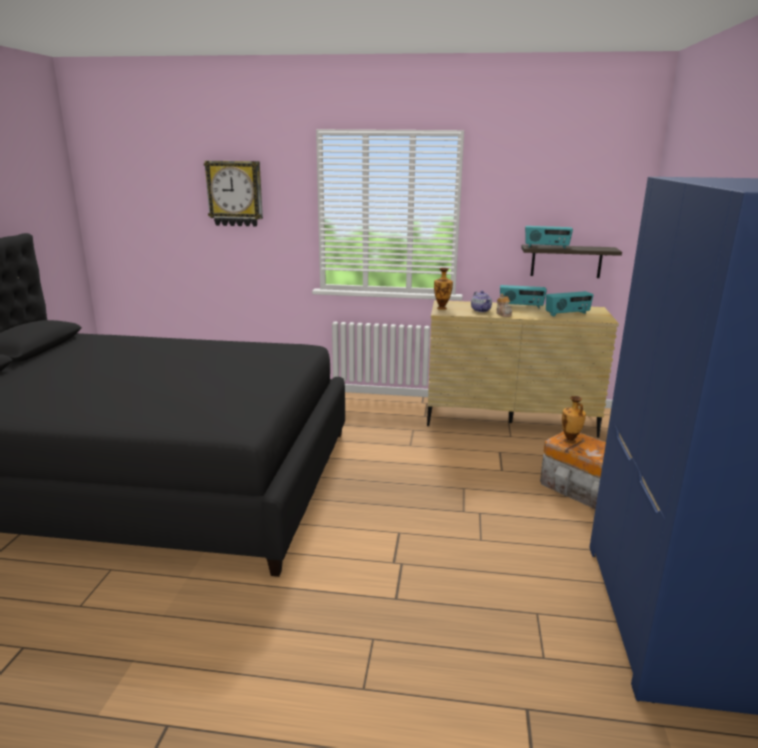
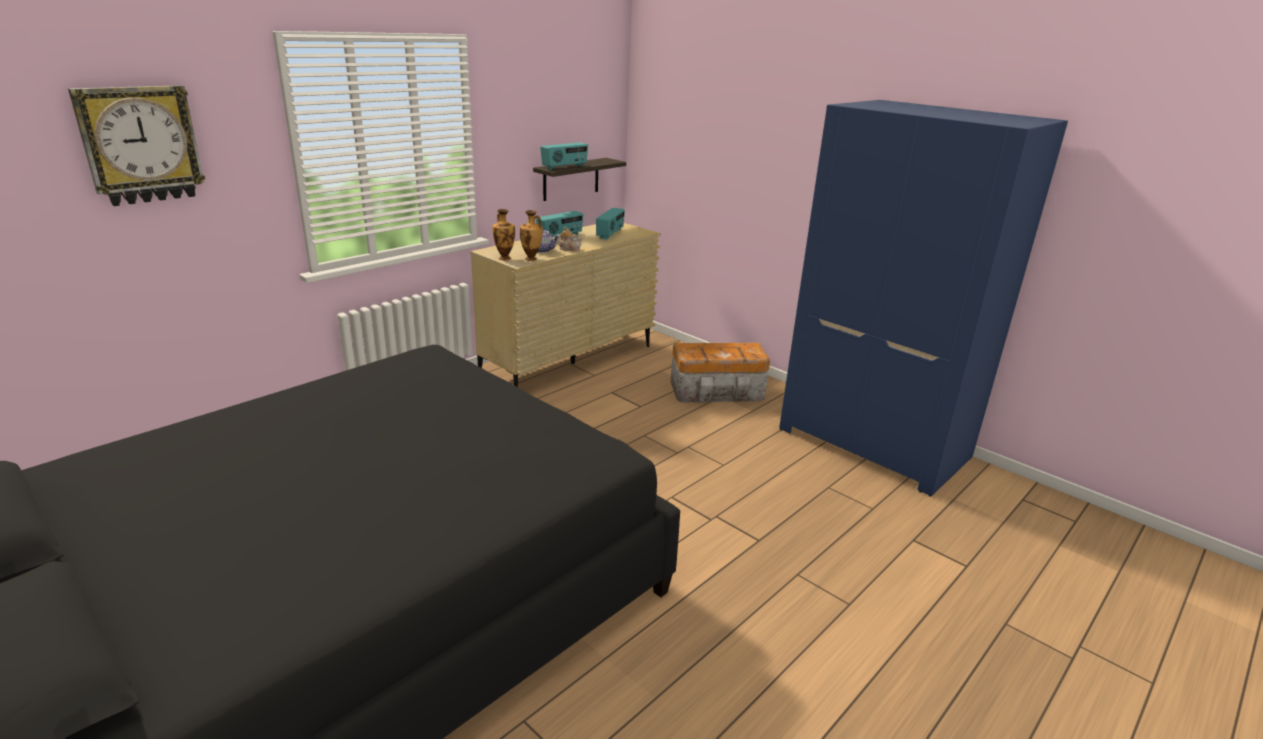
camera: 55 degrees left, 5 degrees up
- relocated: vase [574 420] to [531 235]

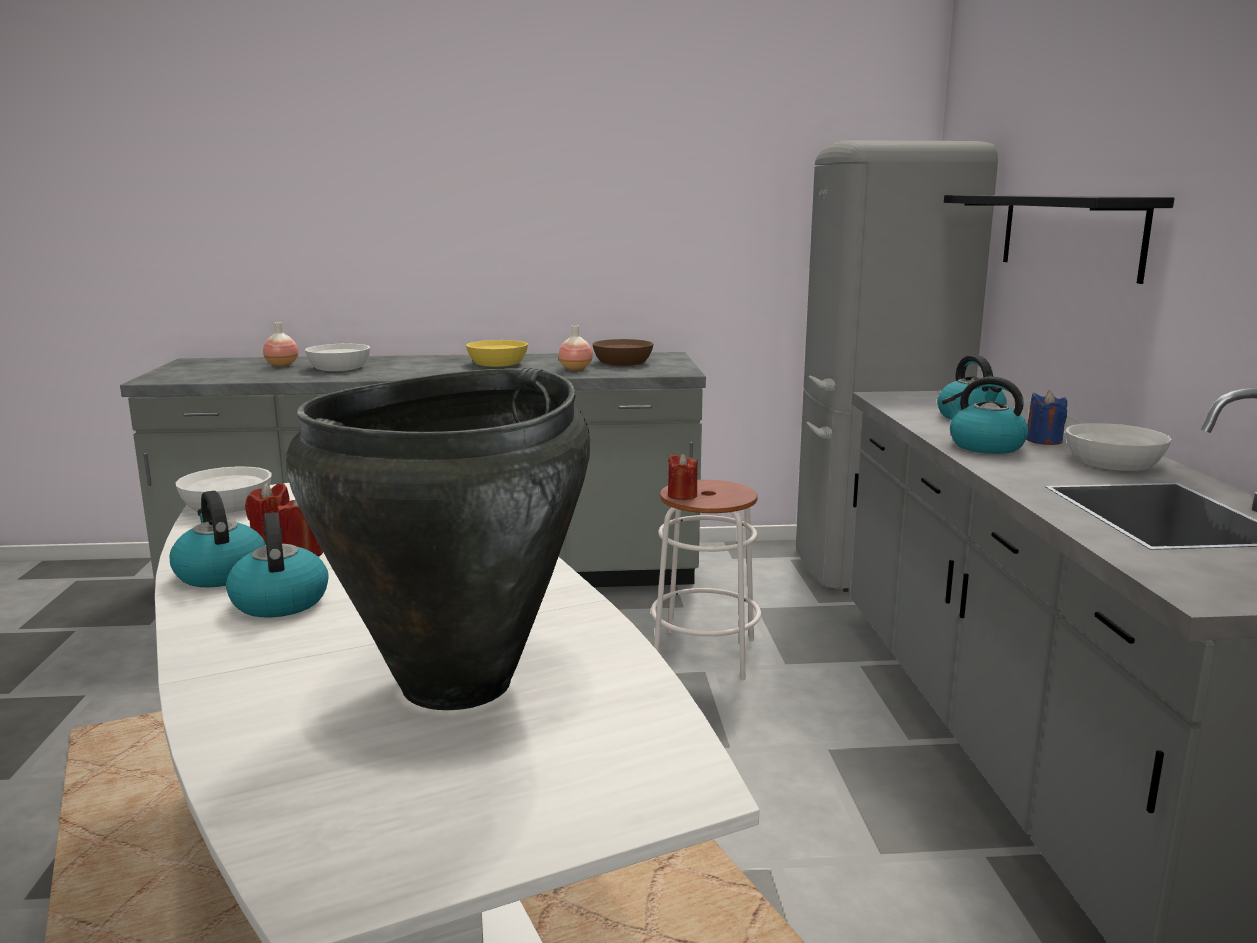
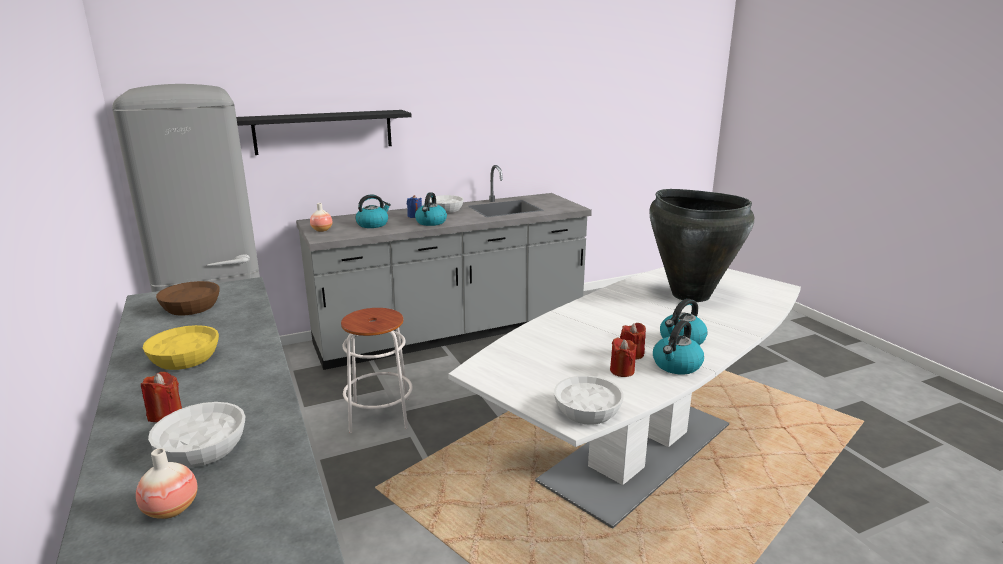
camera: 110 degrees left, 5 degrees up
- relocated: vase [575 348] to [321 217]
- relocated: candle (red) [683 477] to [161 397]

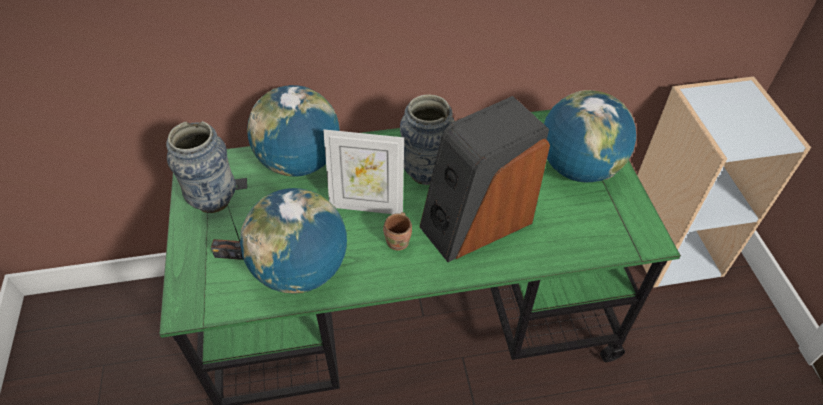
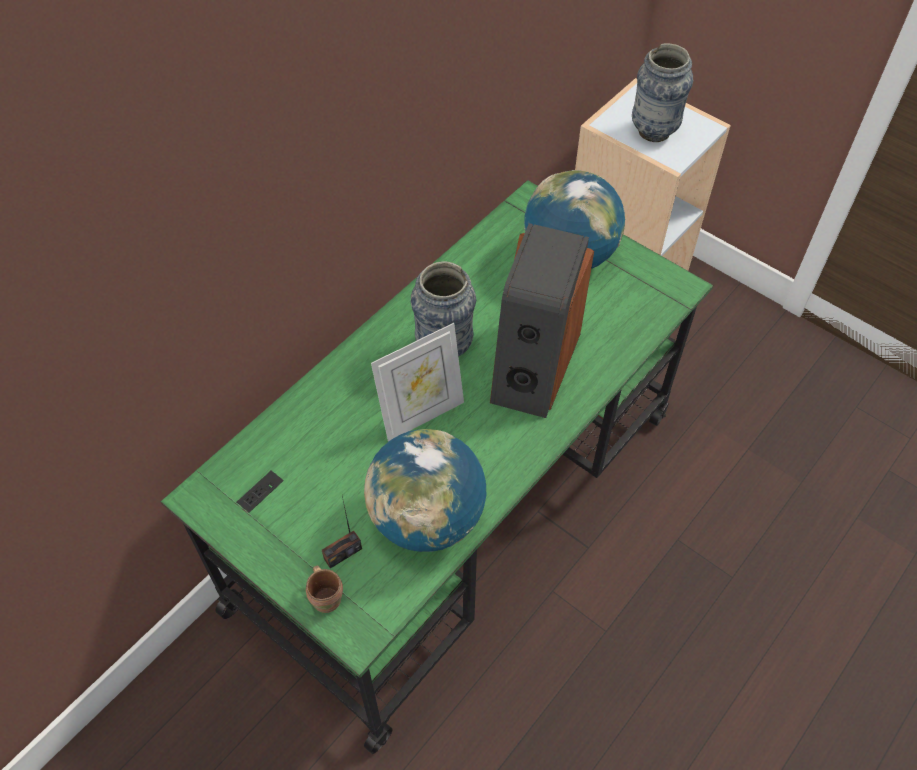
camera: 40 degrees left, 5 degrees up
- relocated: vase [201 167] to [662 92]
- missing: globe [293 131]
- relocated: mug (brown) [397 231] to [324 589]

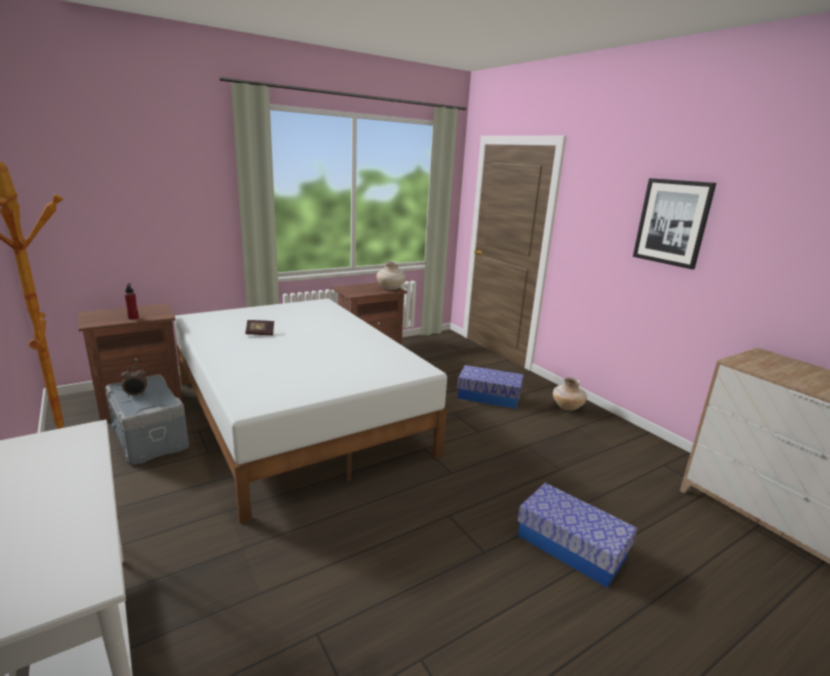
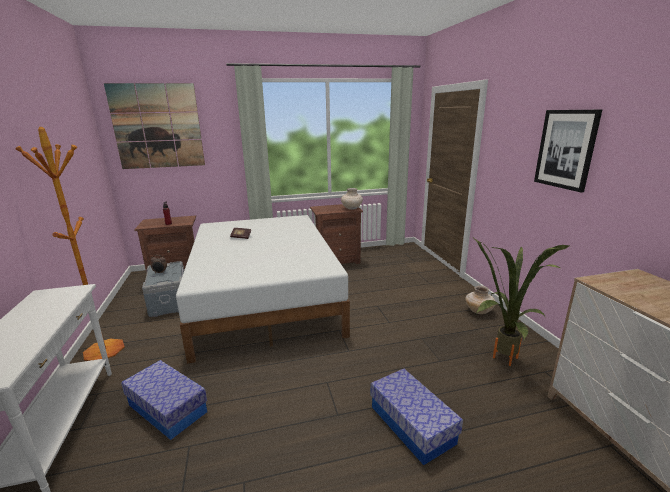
camera: 20 degrees right, 0 degrees up
- relocated: storage box [490 387] to [164 400]
- appeared: picture [154 126]
- appeared: potted plant [521 302]

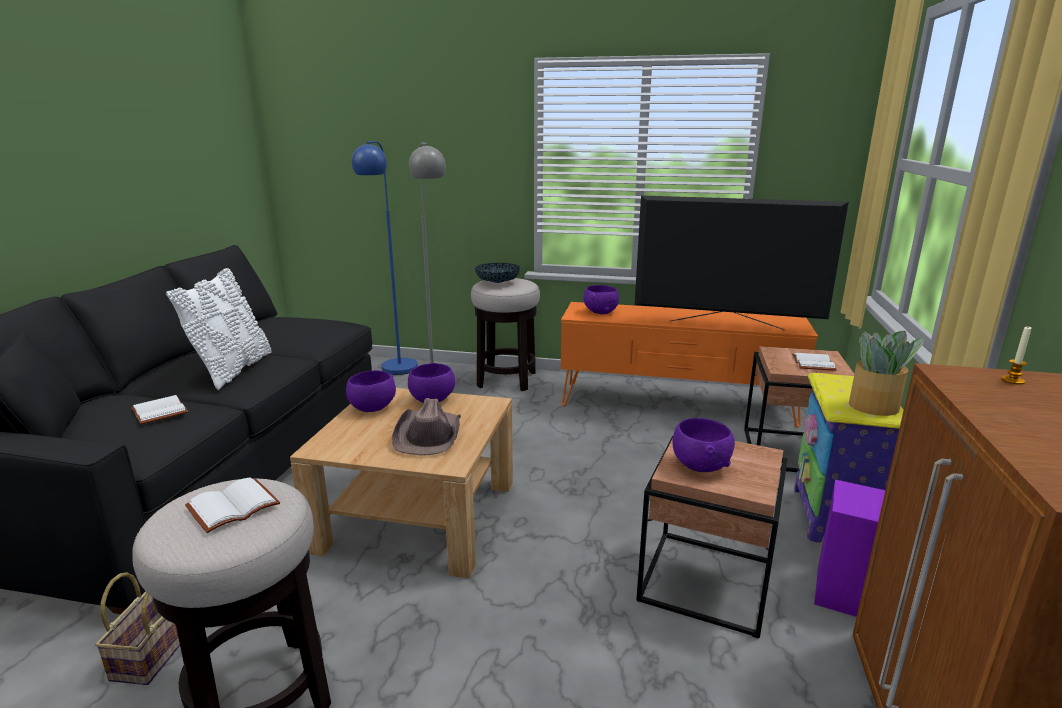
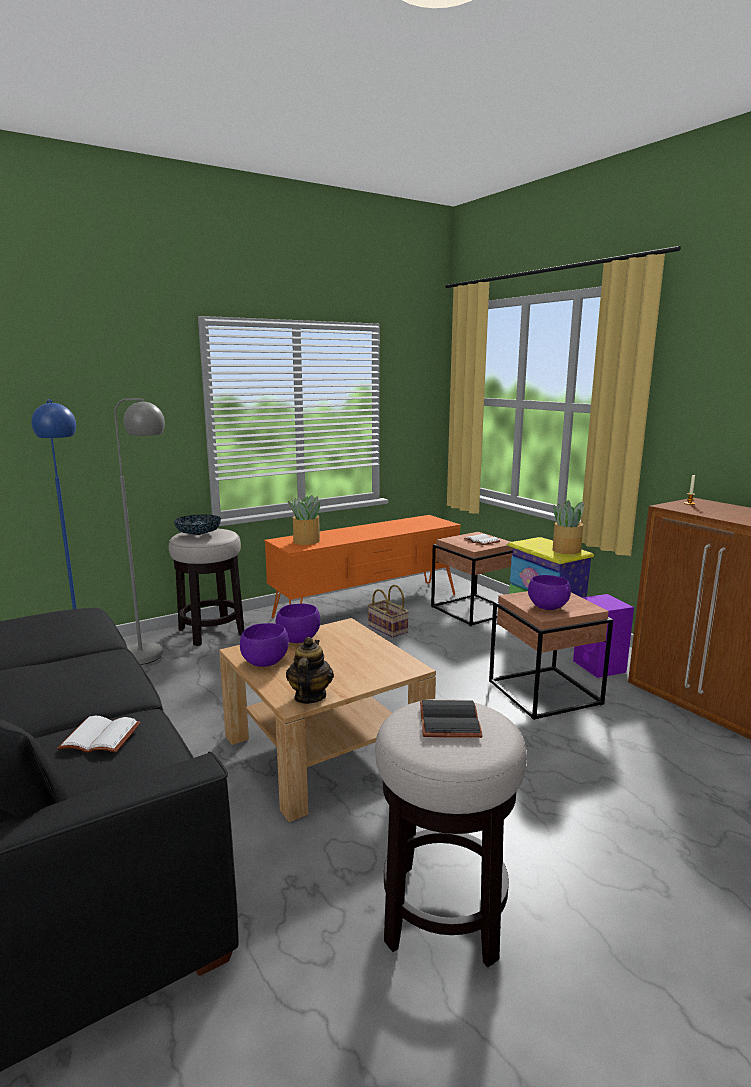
camera: 45 degrees left, 5 degrees down
- relocated: basket [137 628] to [388 611]
- missing: pillow (white) [219 329]
- colour: book (white) [232 505] to book (black) [451 719]
- missing: hat (brown) [426 426]
- exchanged: bowl (purple) [601 299] to potted plant [304 520]
- missing: television [742 263]
- appeared: teapot [310 670]

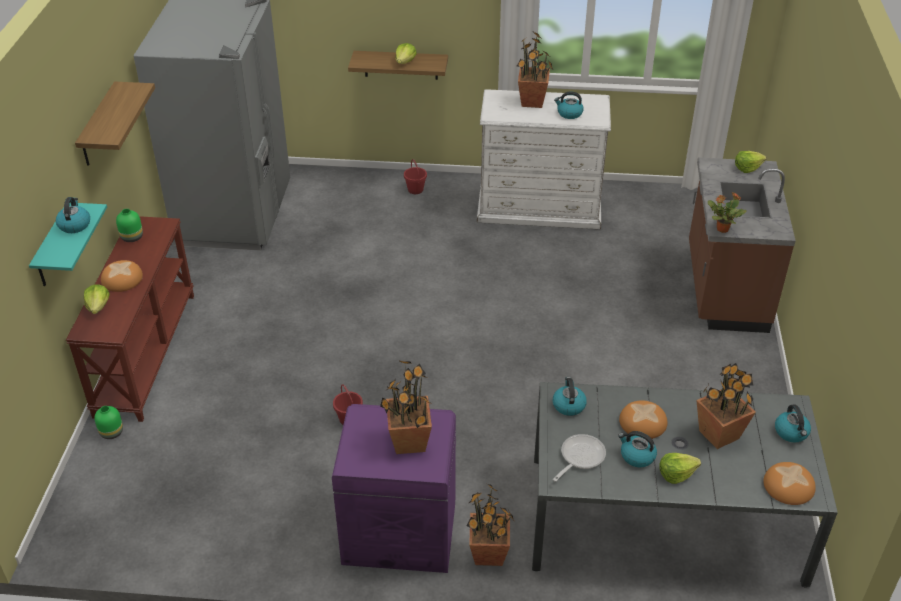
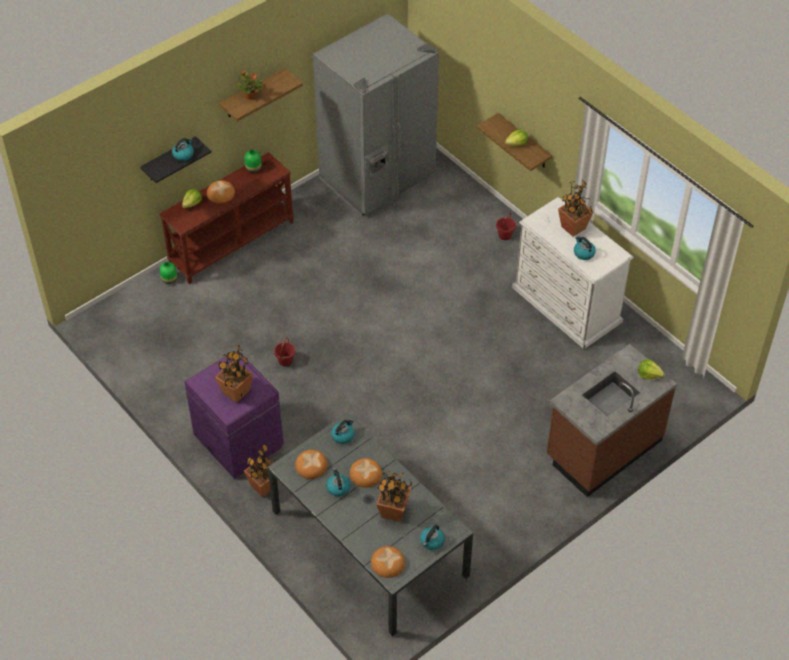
camera: 45 degrees right, 10 degrees up
- colour: shelf (turquoise) [68 244] to shelf (black) [176 159]
- exchanged: frying pan [579 458] to bread [311 464]
- missing: lettuce [680 468]
- relocated: potted plant [727 212] to [249 84]

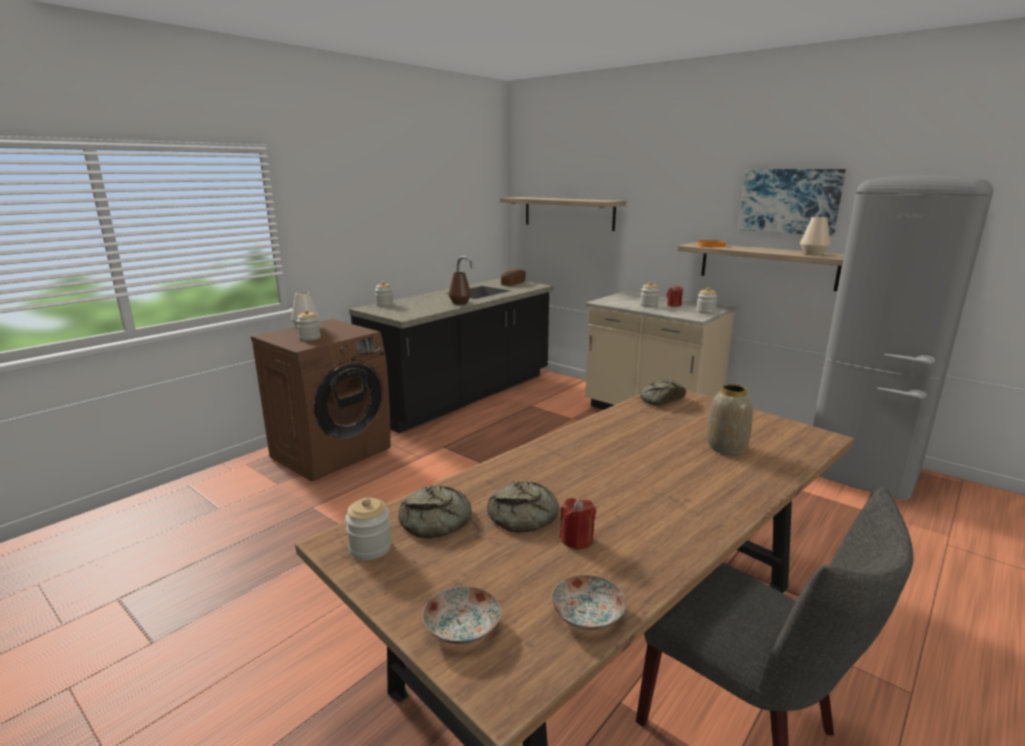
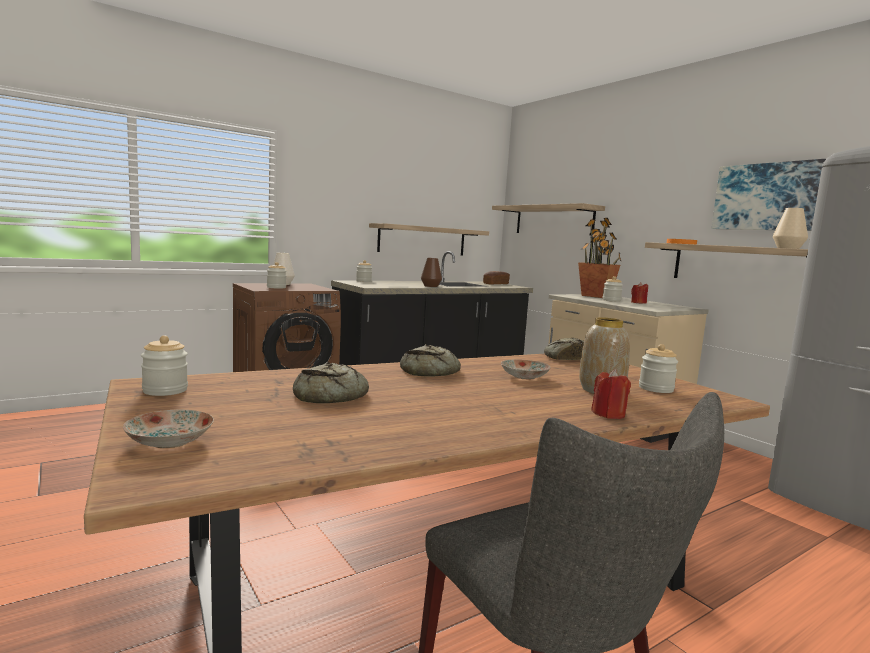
camera: 15 degrees right, 10 degrees down
- relocated: bread [435 511] to [430 360]
- relocated: plate [589 602] to [526 369]
- relocated: candle (red) [578 524] to [611 394]
- relocated: jar [706 300] to [658 368]
- appeared: shelf [429 239]
- appeared: potted plant [599 258]

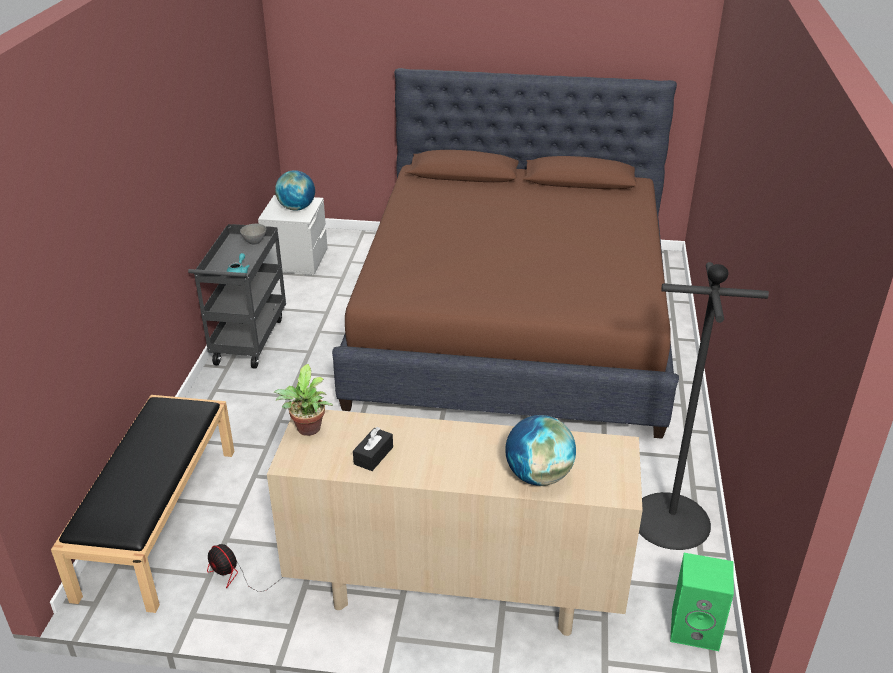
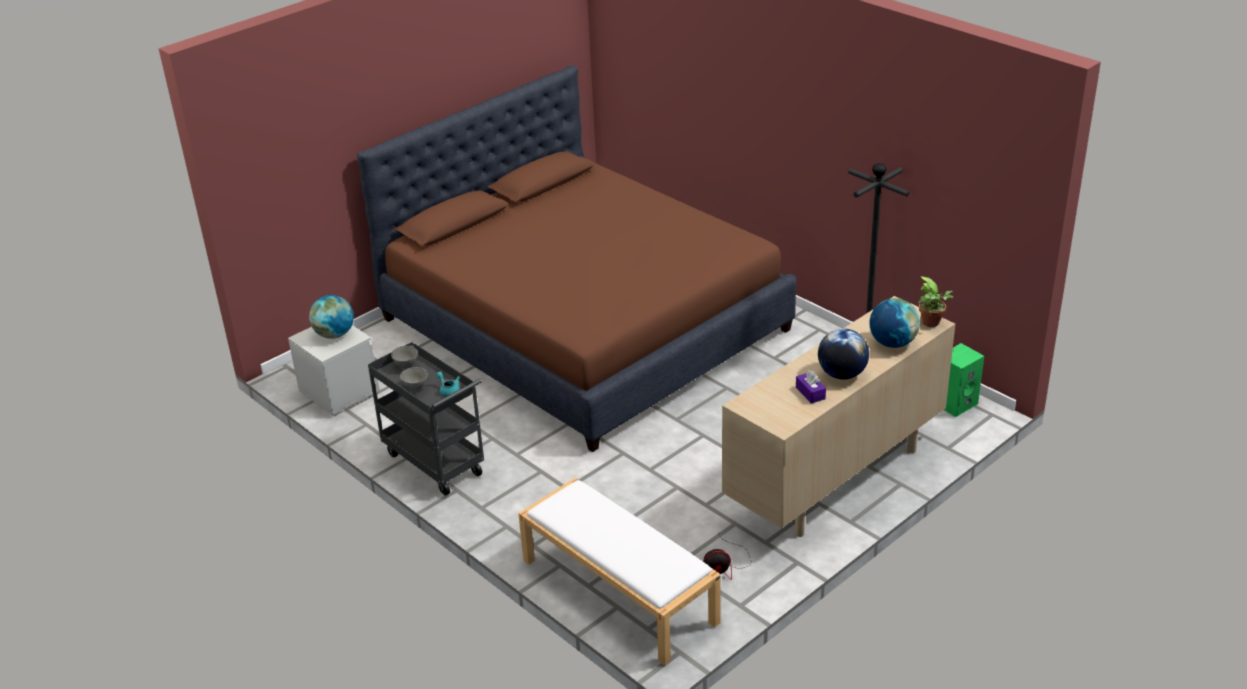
camera: 50 degrees left, 0 degrees up
- colour: bench (black) [142 504] to bench (white) [619 572]
- relocated: potted plant [303 400] to [935 301]
- colour: tissue box (black) [373 449] to tissue box (purple) [811 387]
- appeared: bowl (grey) [414 378]
- appeared: globe [843 354]

